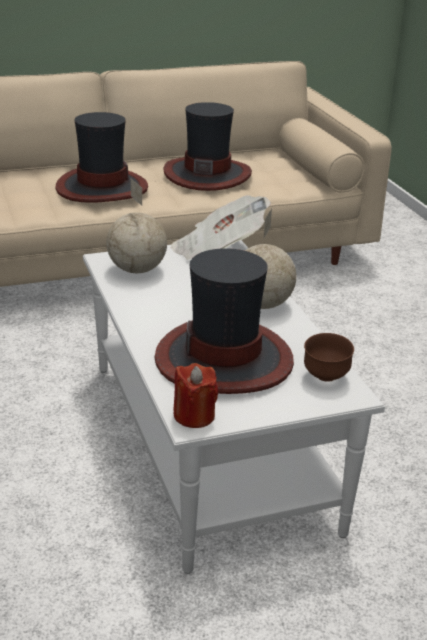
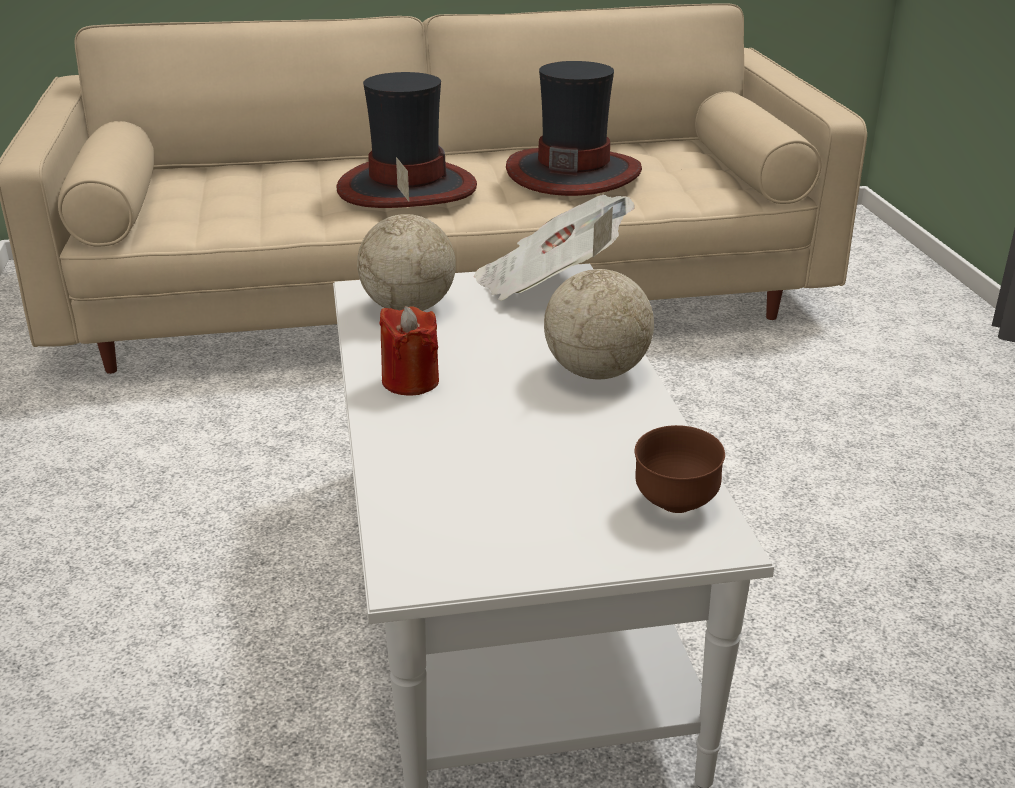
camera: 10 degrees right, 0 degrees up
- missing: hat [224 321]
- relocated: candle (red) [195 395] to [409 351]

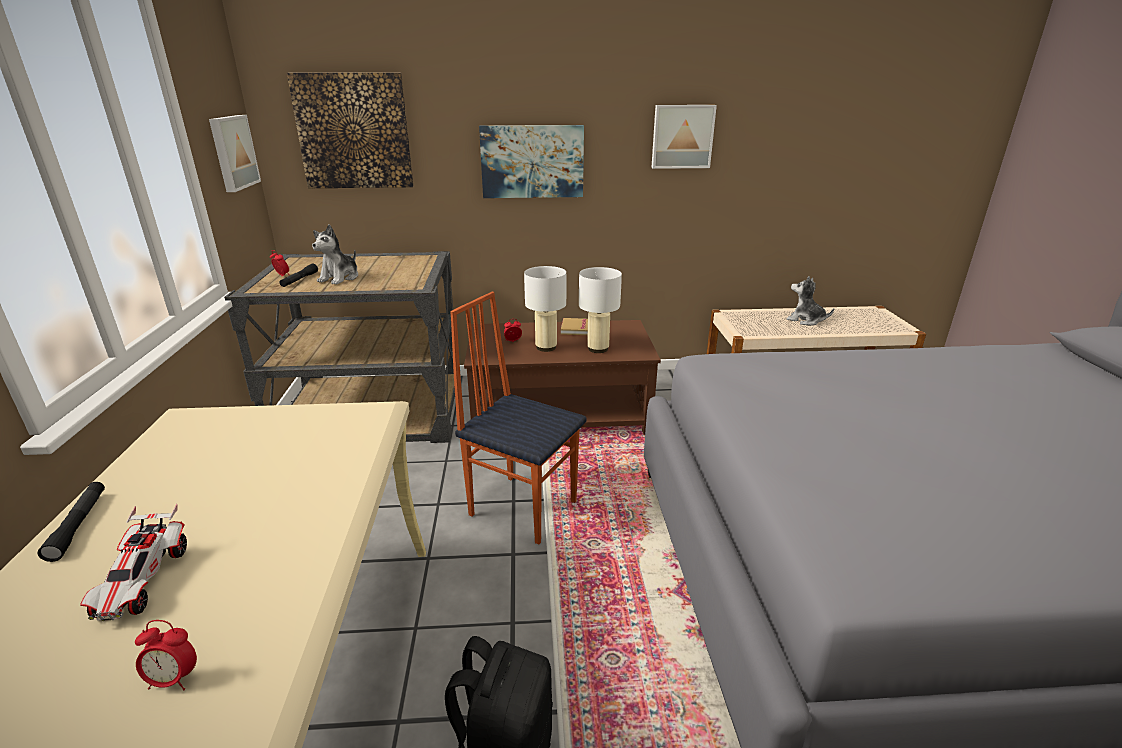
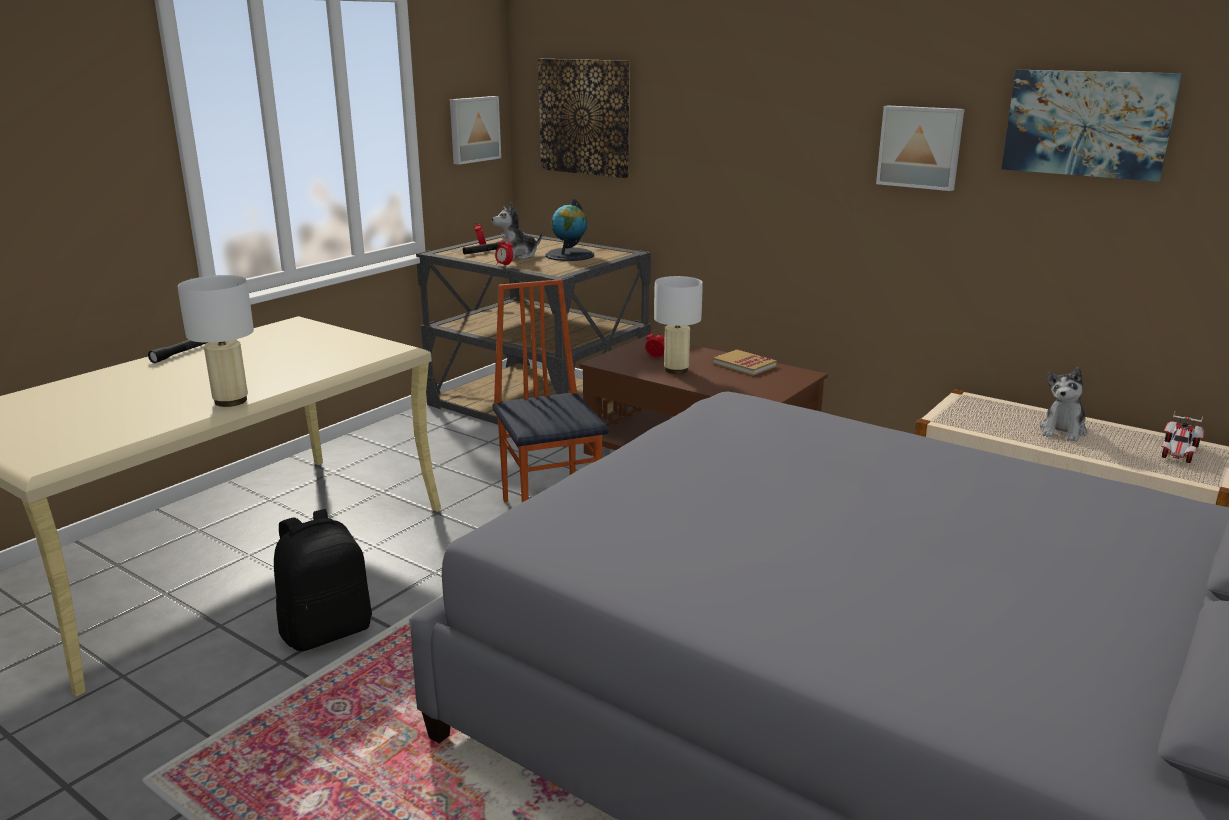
camera: 40 degrees right, 5 degrees down
- relocated: toy car [133 562] to [1182 437]
- relocated: alarm clock [166 655] to [504 251]
- relocated: picture [531 161] to [1091 126]
- relocated: table lamp (white) [600 310] to [216 341]
- spun: plush toy [810 301] = [1063 404] 135 degrees counterclockwise
- appeared: globe [569 230]

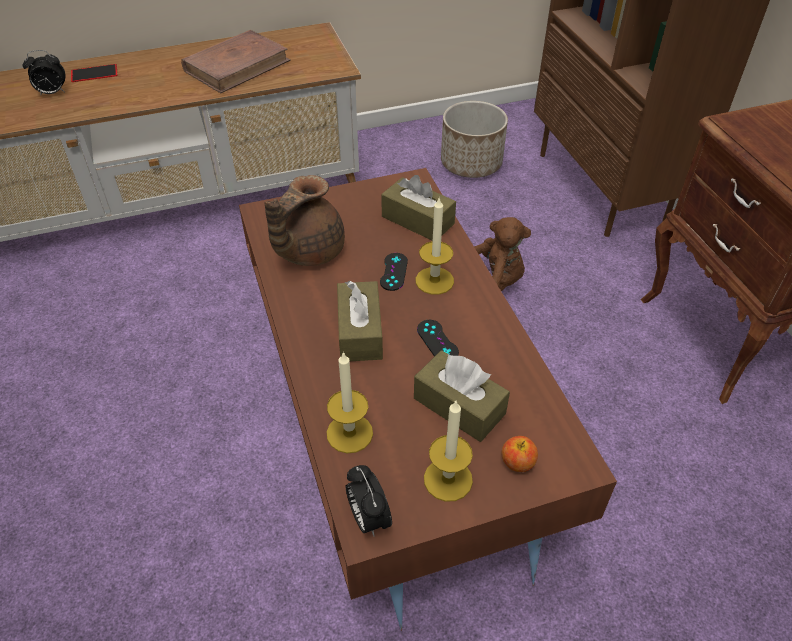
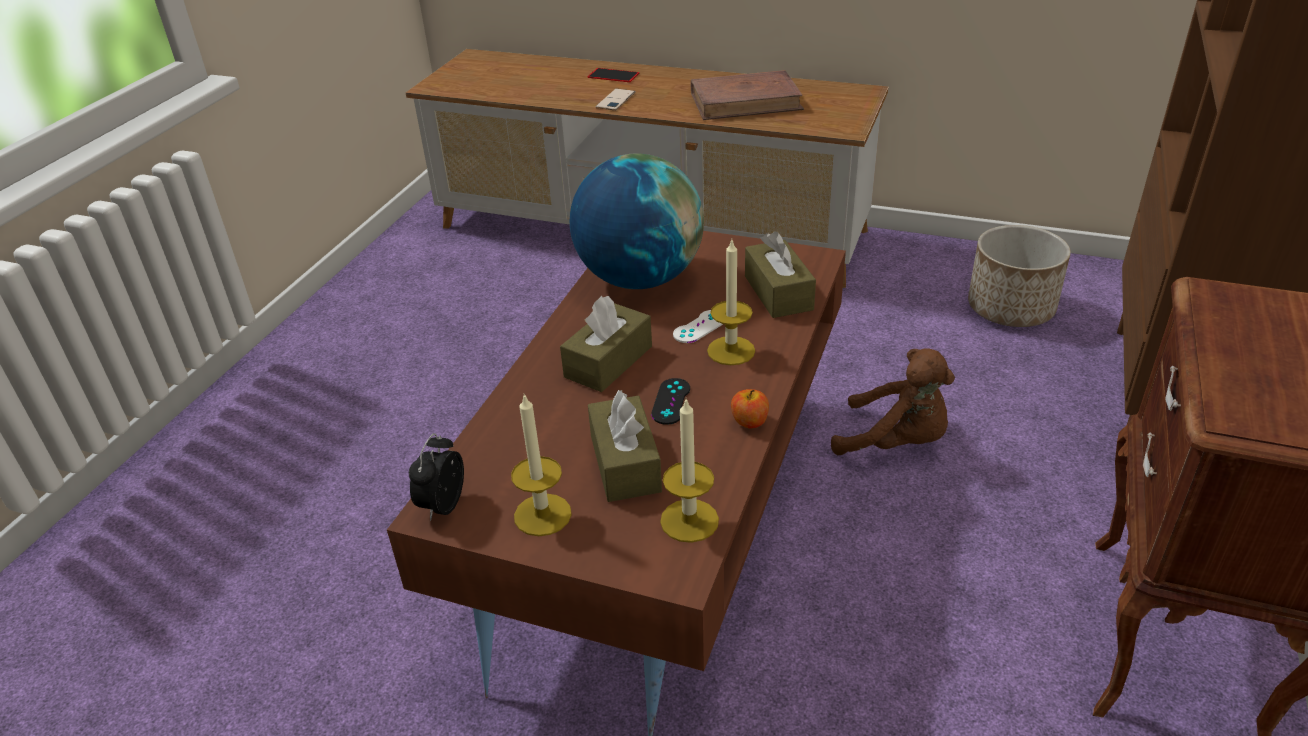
camera: 40 degrees right, 10 degrees down
- missing: alarm clock [44 73]
- exchanged: teapot (brown) [304 220] to globe [637 221]
- relocated: candle [350 402] to [689 471]
- colour: game controller (black) [394 272] to game controller (white) [698 326]
- relocated: apple [519 454] to [750 408]
- appeared: phone [616 100]

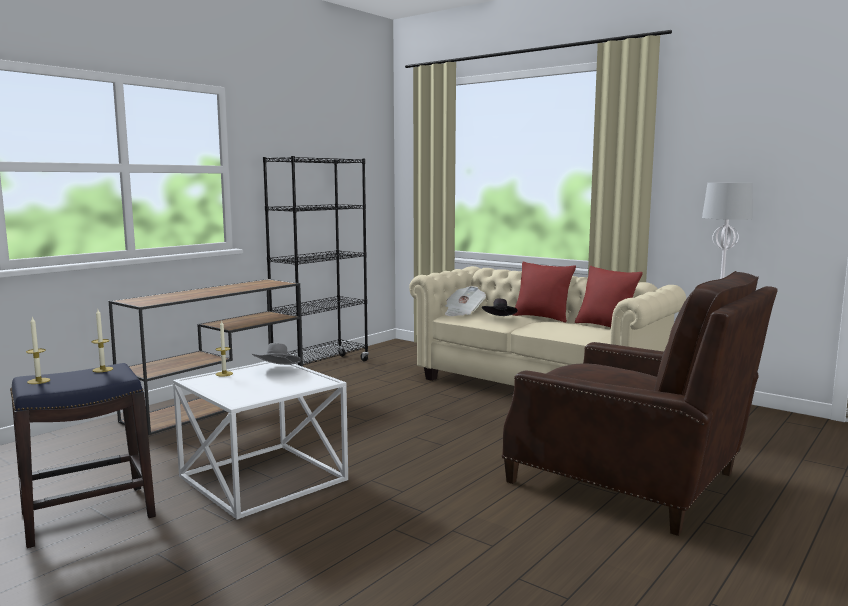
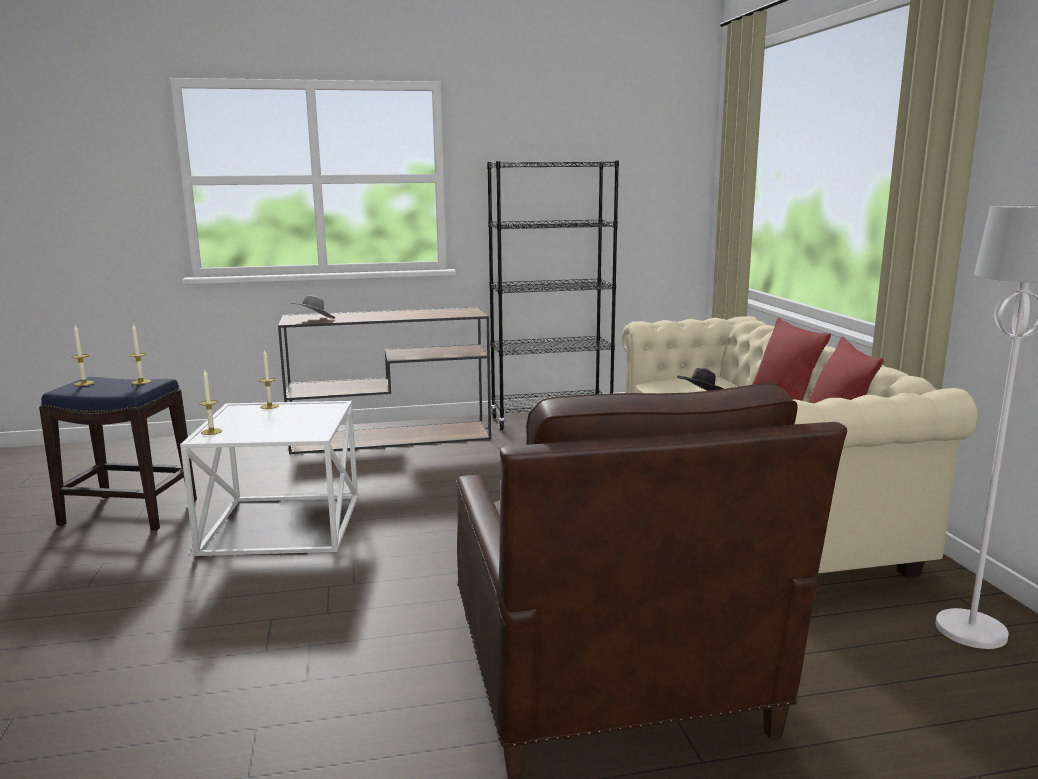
camera: 40 degrees right, 5 degrees up
- relocated: hat (grey) [276 354] to [312 307]
- missing: newspaper [465 301]
- appeared: candle [210 402]

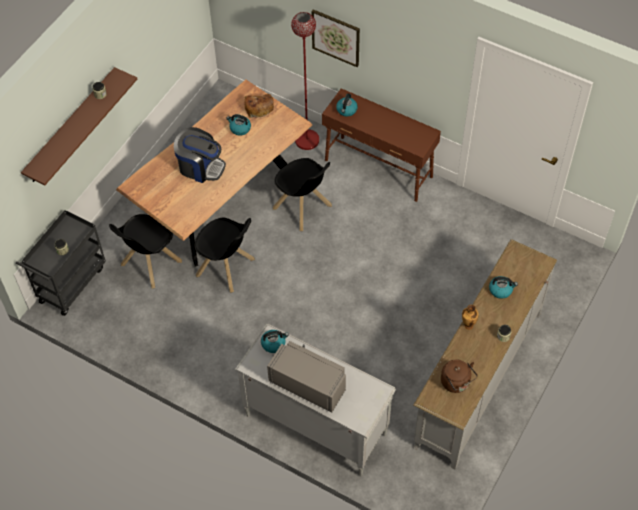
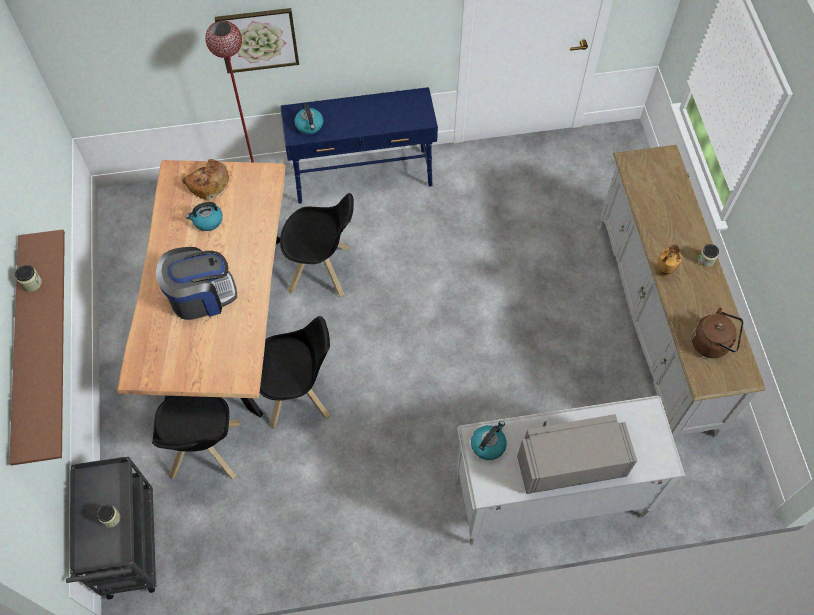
camera: 40 degrees left, 5 degrees up
- colour: console table (brown) [381 145] to console table (blue) [359 145]
- missing: kettle [503 287]

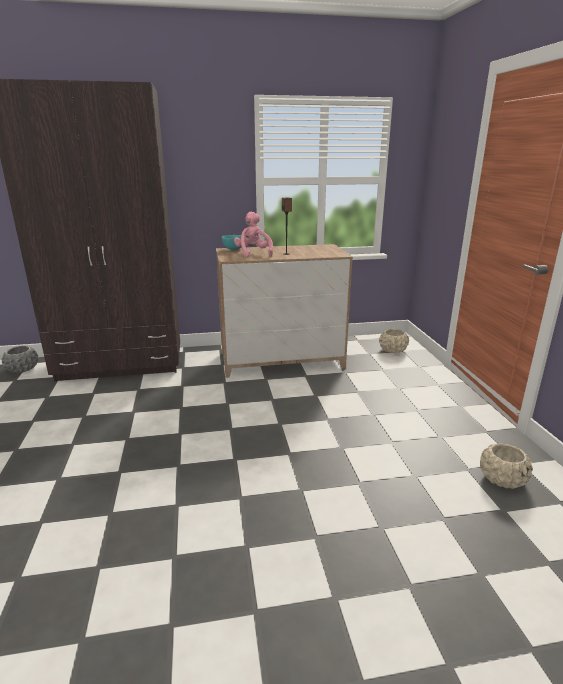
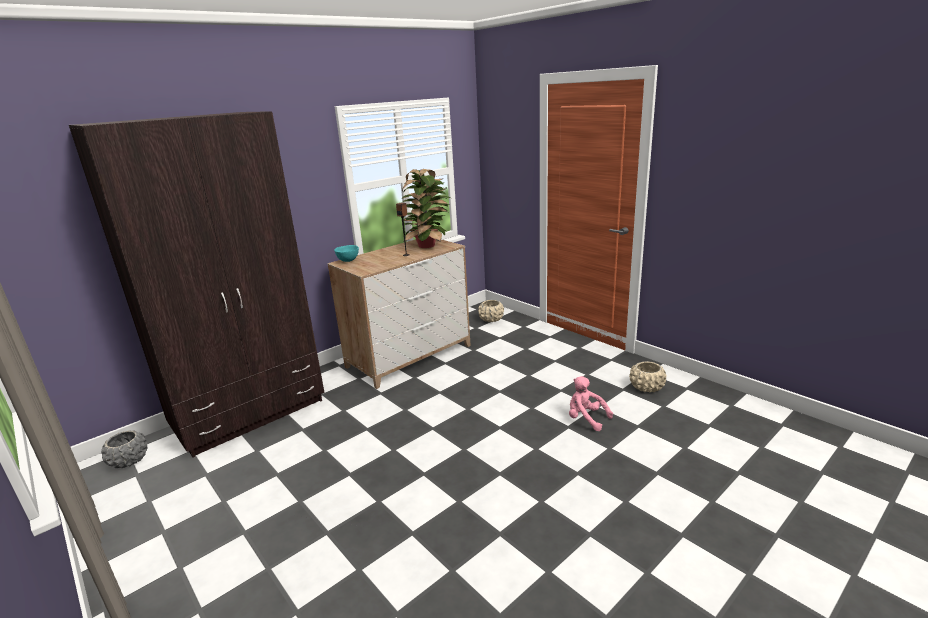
camera: 30 degrees left, 0 degrees up
- relocated: plush toy (pink) [253 234] to [591 403]
- appeared: potted plant [426 208]

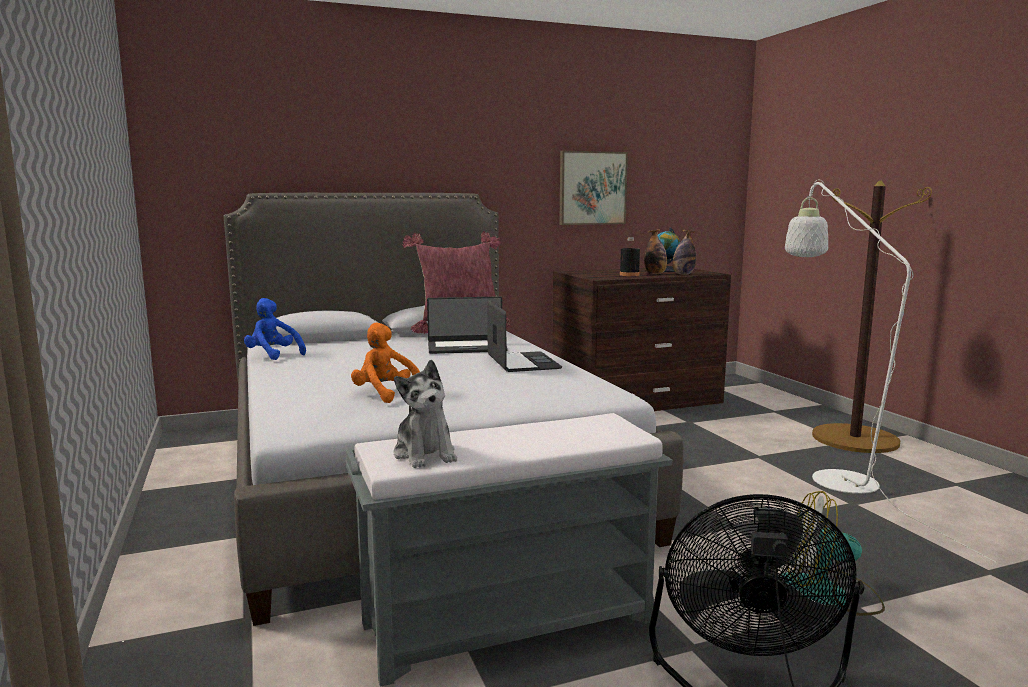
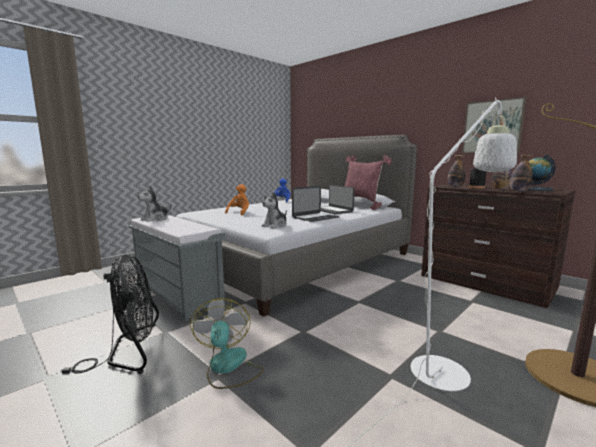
camera: 65 degrees right, 0 degrees up
- appeared: plush toy [274 210]
- appeared: bottle [457 171]

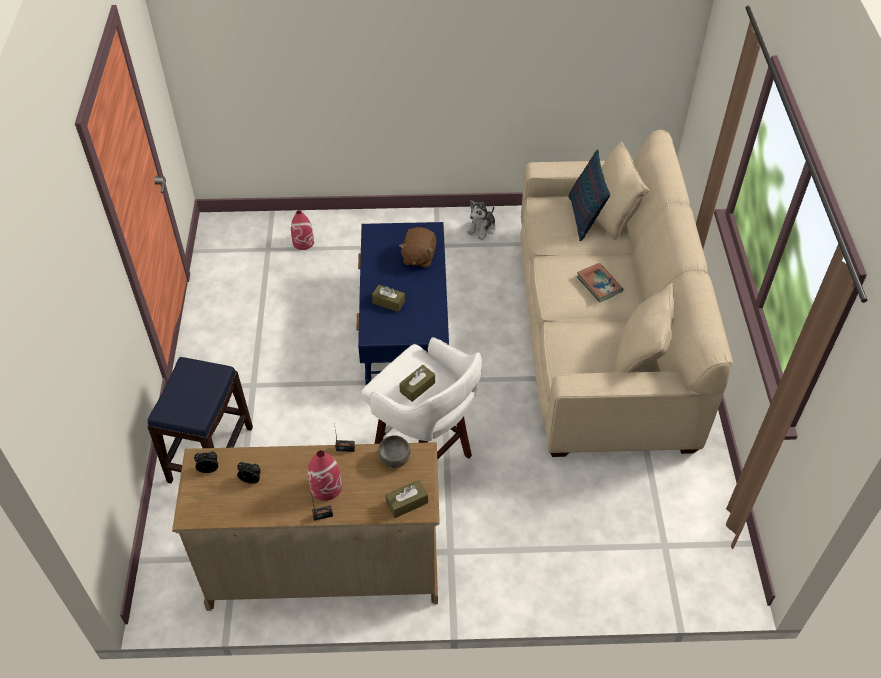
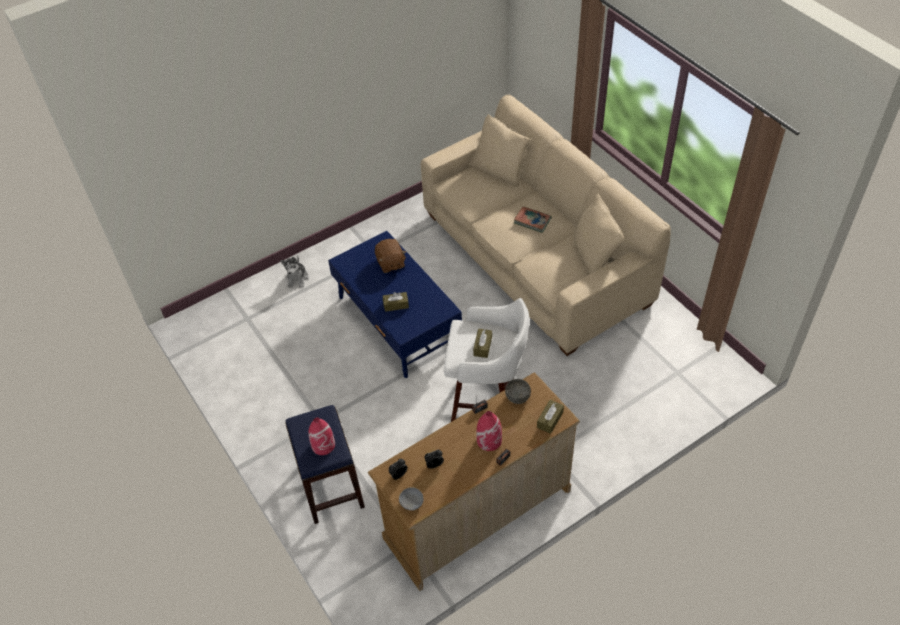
camera: 30 degrees left, 0 degrees up
- relocated: vase (red) [302 230] to [322 436]
- relocated: plush toy [481 220] to [294 272]
- missing: pillow (blue) [589 195]
- appeared: bowl (grey) [411 499]

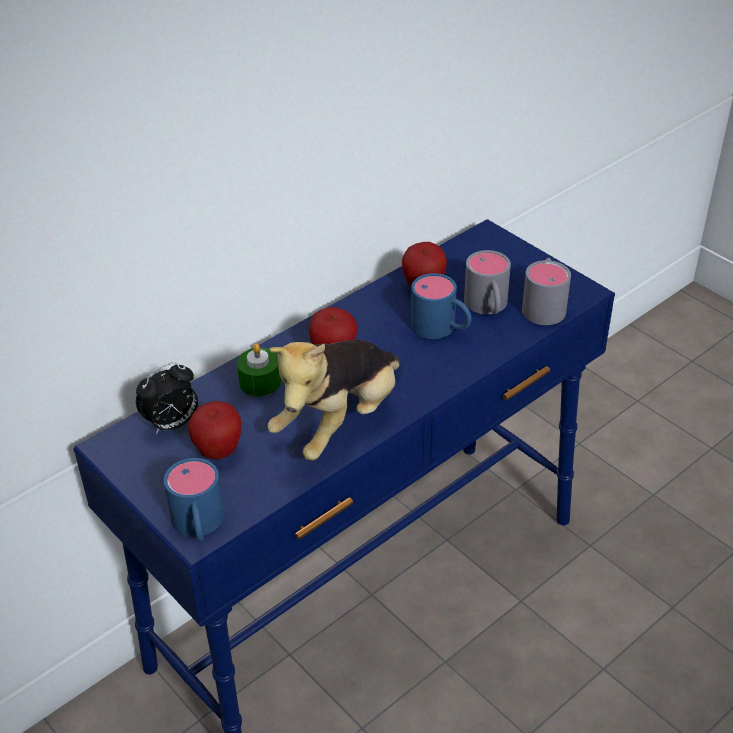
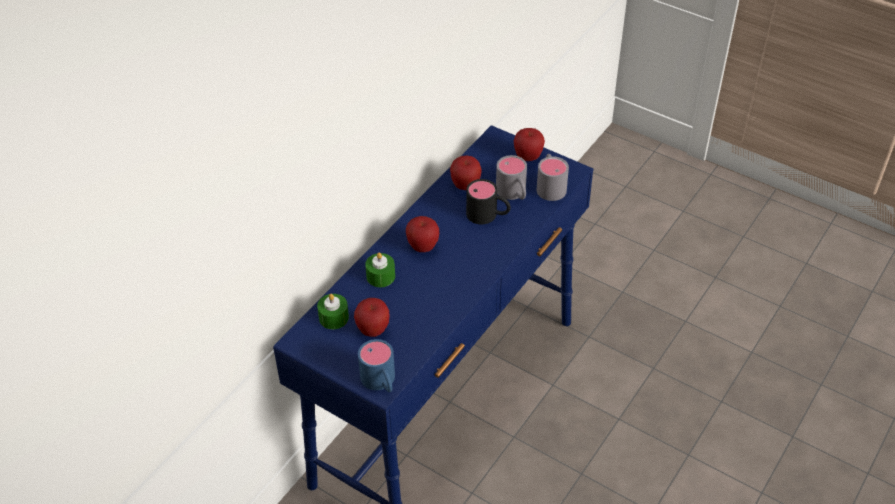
camera: 15 degrees left, 5 degrees up
- exchanged: alarm clock [167 398] to candle (green) [333 311]
- missing: plush toy [334 399]
- colour: mug (blue) [441 306] to mug (black) [488 201]
- appeared: apple [529 144]

